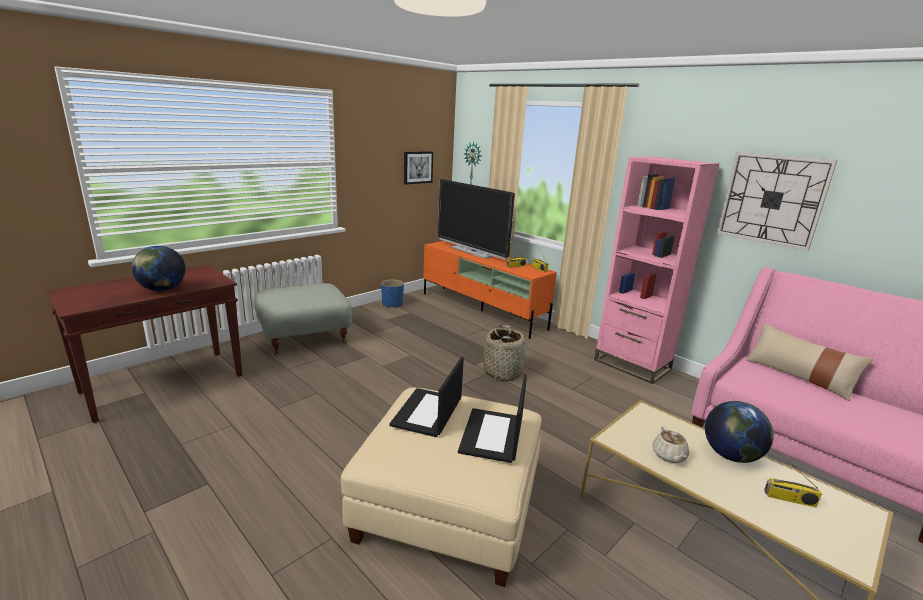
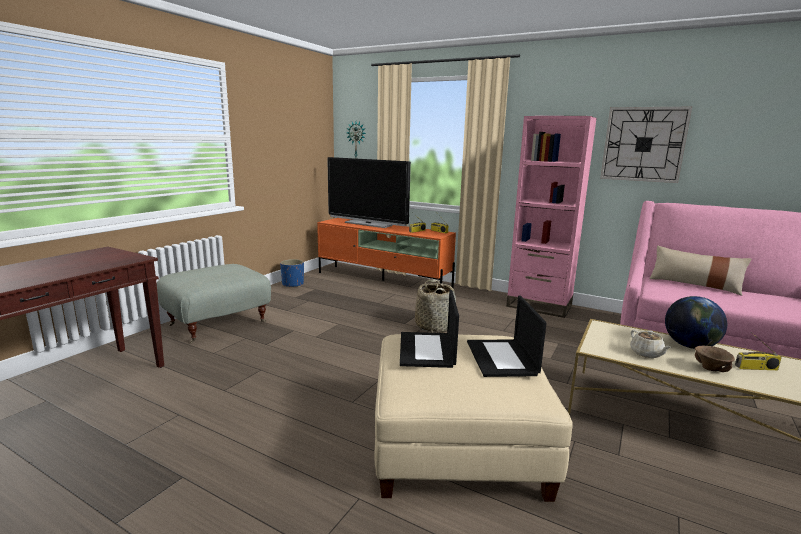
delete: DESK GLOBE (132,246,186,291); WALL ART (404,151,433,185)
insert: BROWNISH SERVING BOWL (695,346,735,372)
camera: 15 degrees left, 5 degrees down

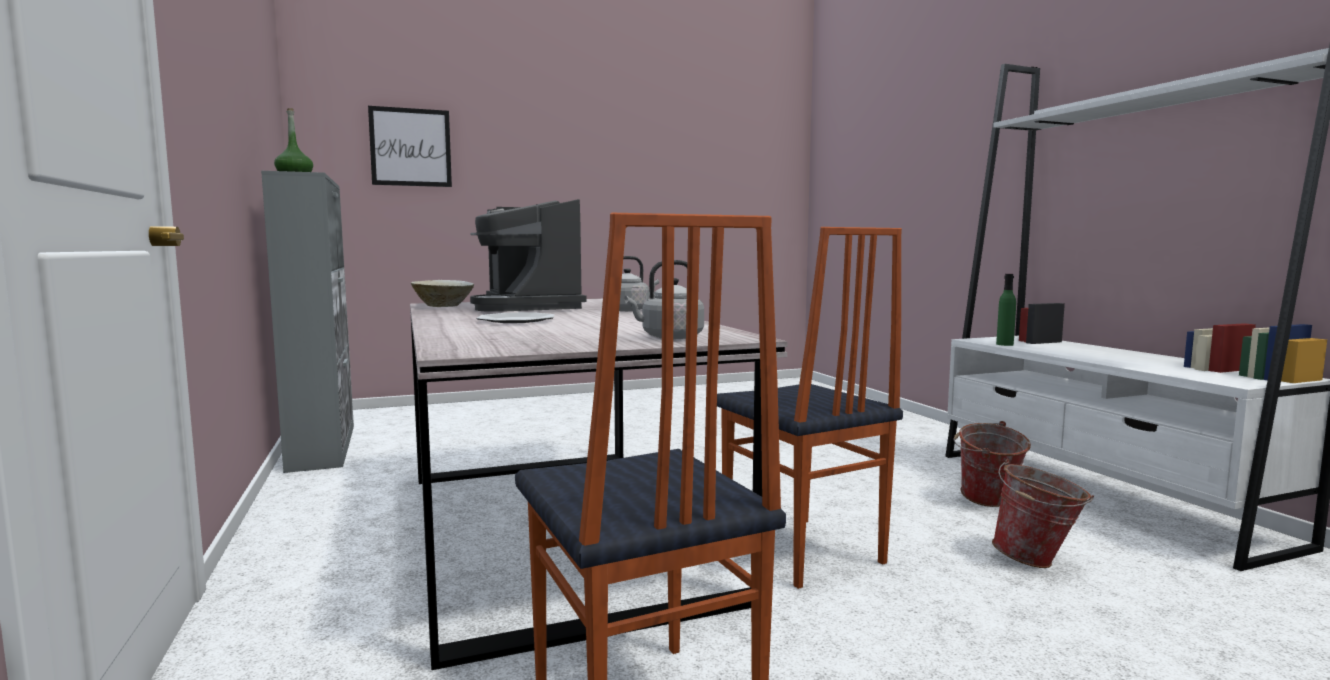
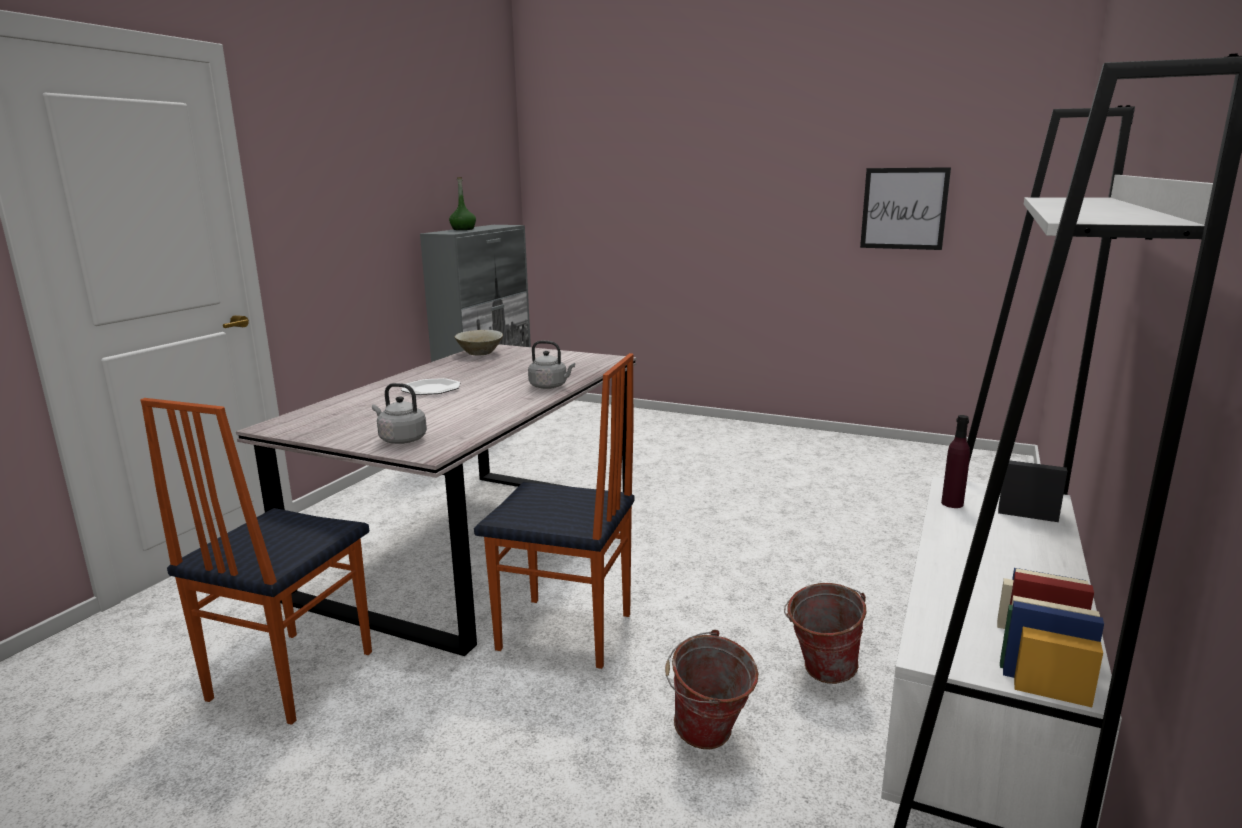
delete: COFFEE BREWER (470,199,587,312)
move: WALL ART (368,106,452,187) to (860,167,951,250)
recolor: GREEN BOTTLE (996,274,1016,346) to PURPLISH BOTTLE (941,415,970,508)
rotate: PLAIN CHAIR (717,227,903,589) = (474,353,634,669) 90 degrees counterclockwise
camera: 45 degrees right, 10 degrees up

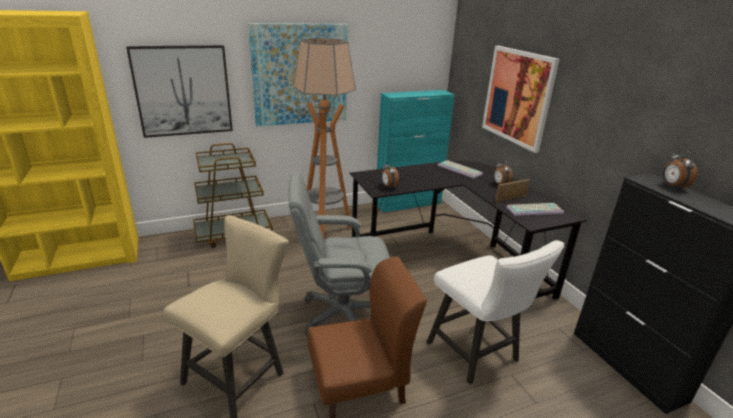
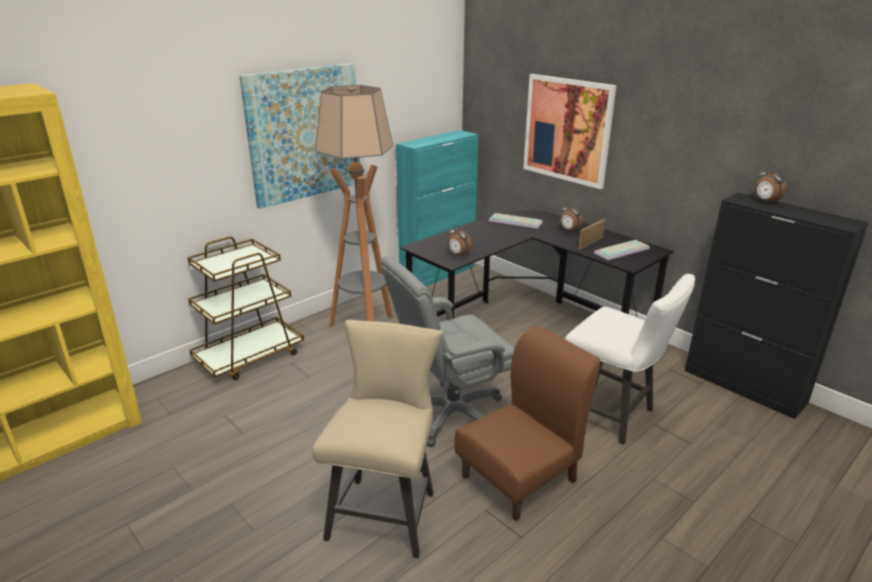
delete: WALL ART (126,45,233,138)
camera: 20 degrees left, 0 degrees up

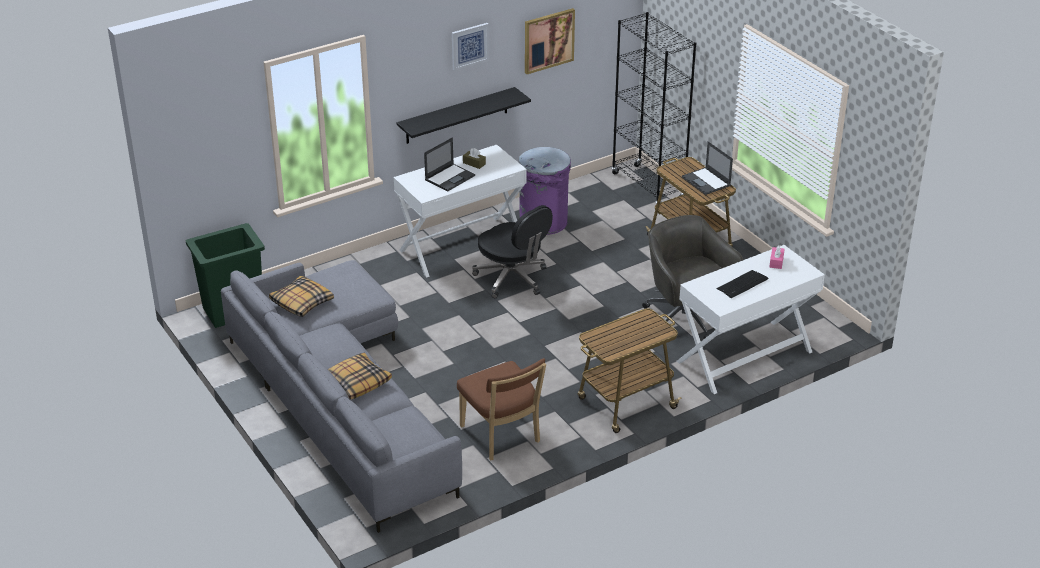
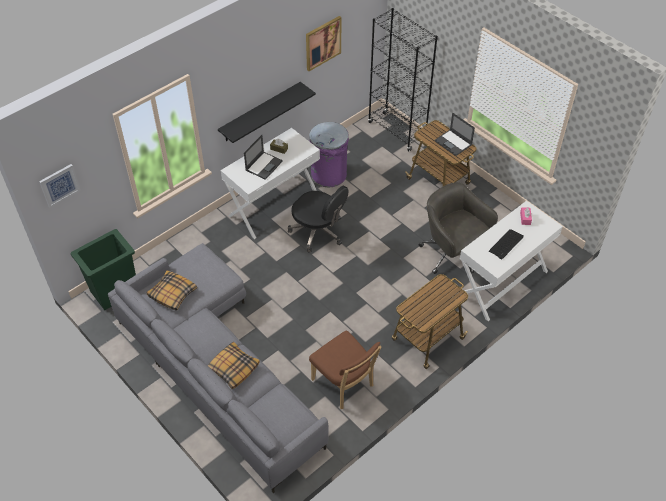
move: WALL ART (452,23,489,70) to (39,164,81,207)
camera: 10 degrees left, 15 degrees up

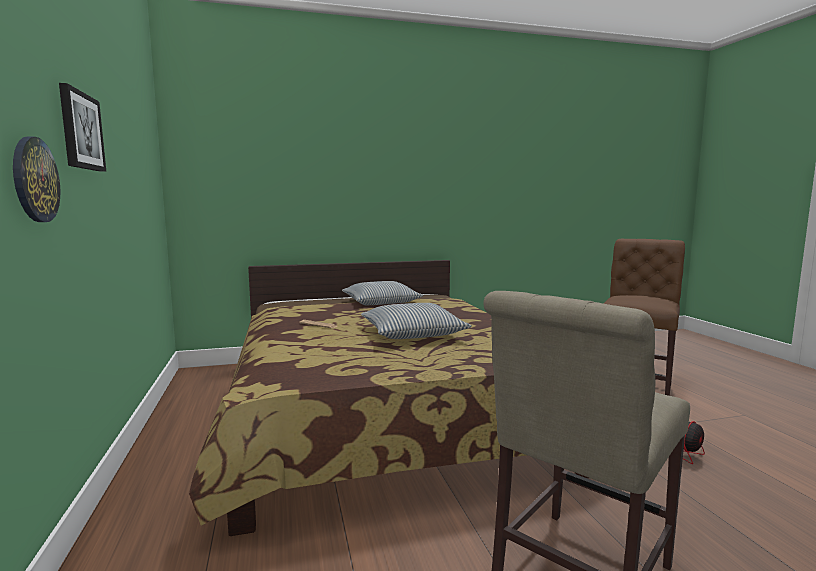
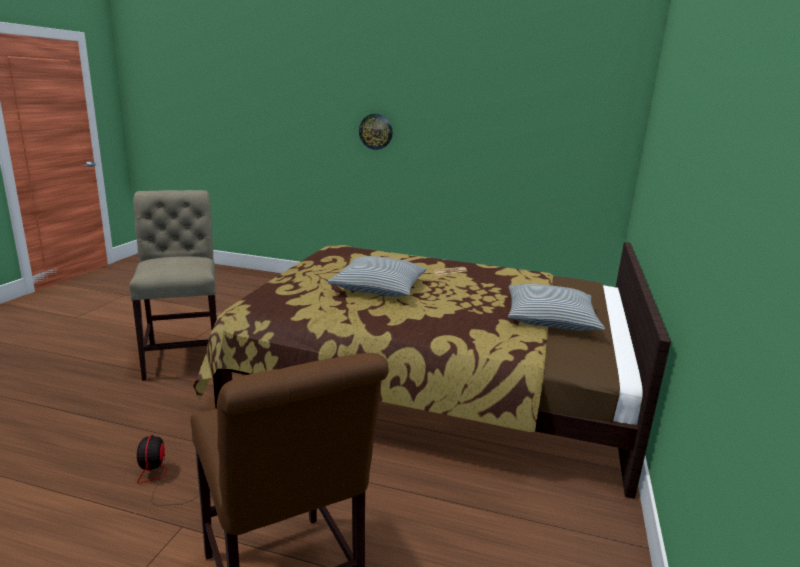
delete: WALL ART (59,83,106,172)
camera: 120 degrees right, 10 degrees up

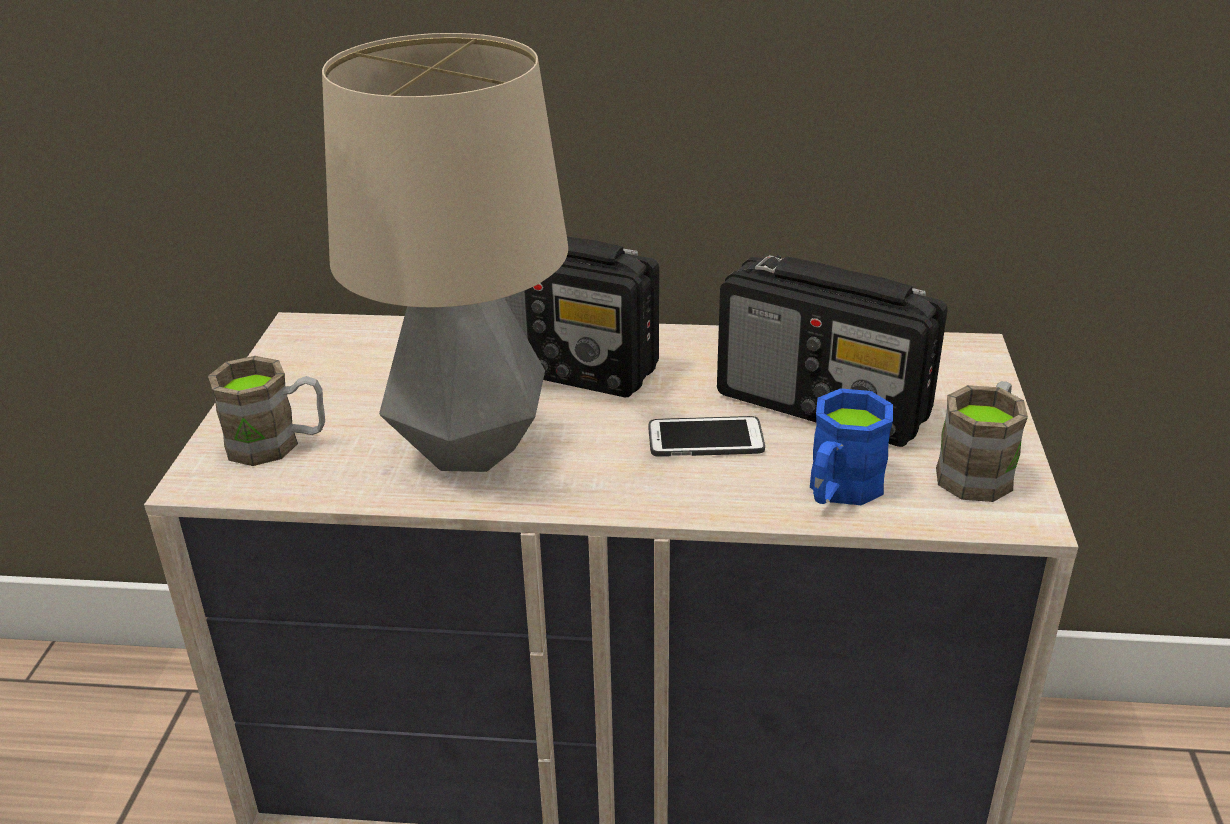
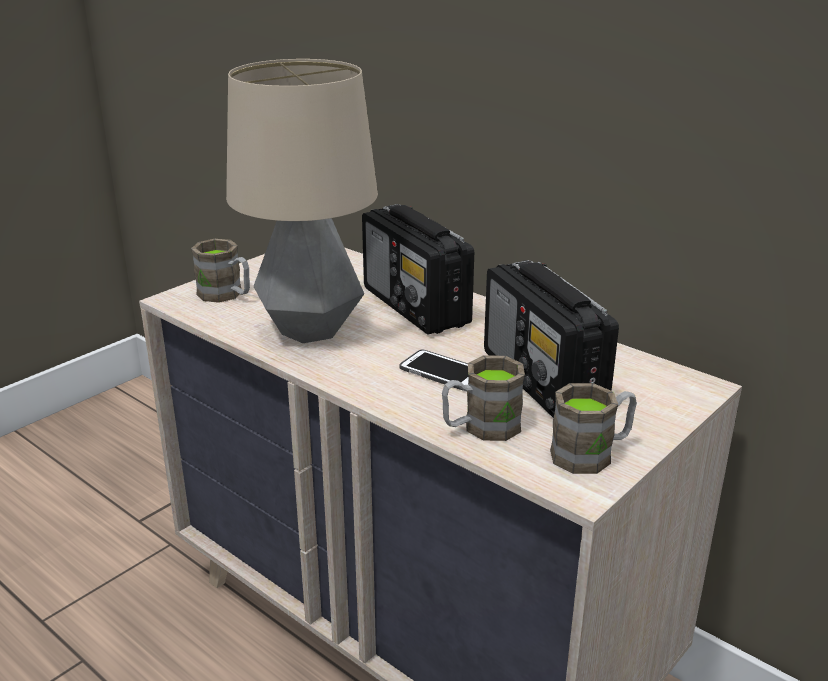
recolor: BLUE-COLOURED COFFEE MUG (810,388,893,505) to BROWNISH COFFEE MUG (442,355,525,441)
camera: 35 degrees right, 5 degrees down

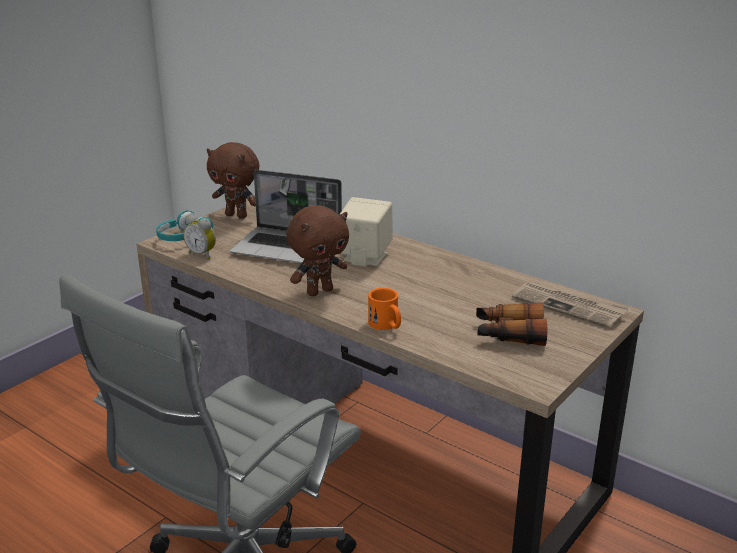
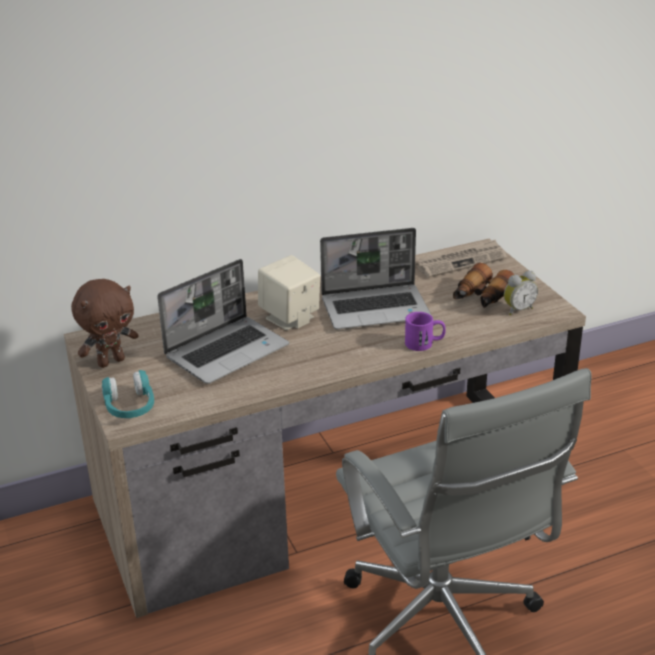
delete: BROWNISH CUDDLY TOY (287,205,349,296)
insert: LAPTOP (320,228,432,329)
move: TABLE CLOCK (183,215,216,259) to (504,271,538,315)
recolor: ORANGEY COFFEE MUG (368,288,401,330) to PURPLISH COFFEE MUG (405,312,446,351)
camera: 60 degrees left, 5 degrees up

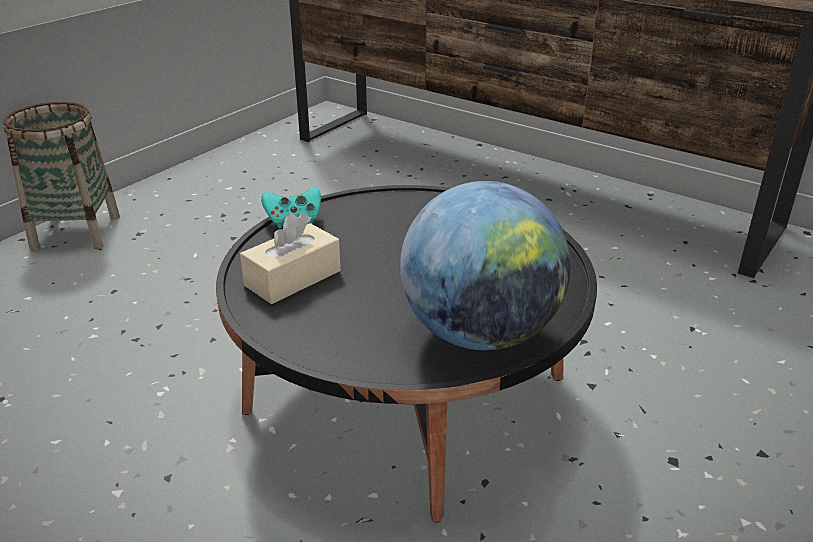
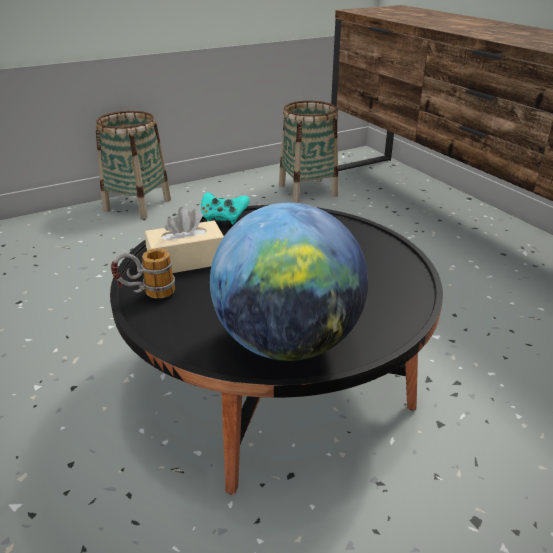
insert: COFFEE MUG (111,249,175,298); BASKET (279,101,338,203)
camera: 25 degrees right, 0 degrees up

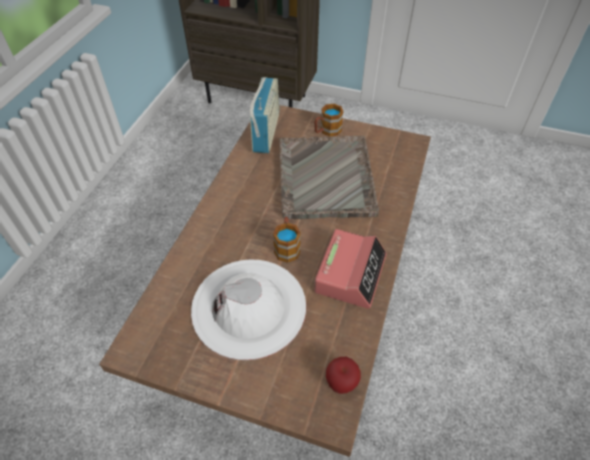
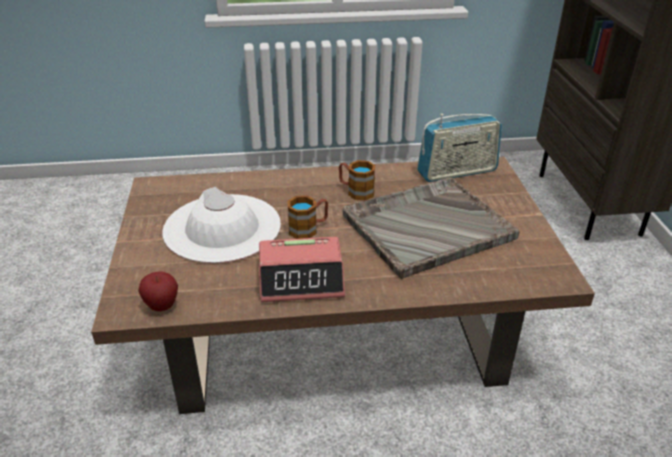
move: COFFEE MUG (314,104,344,137) to (339,160,376,201)
camera: 65 degrees right, 15 degrees down

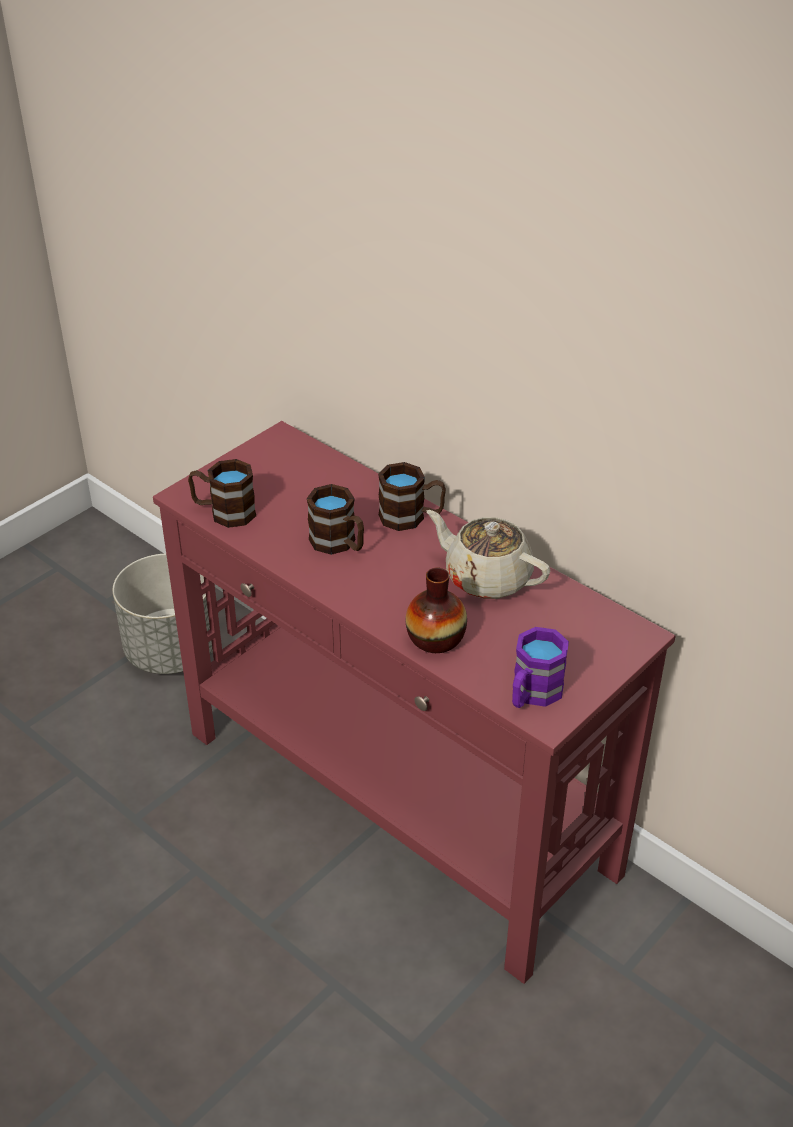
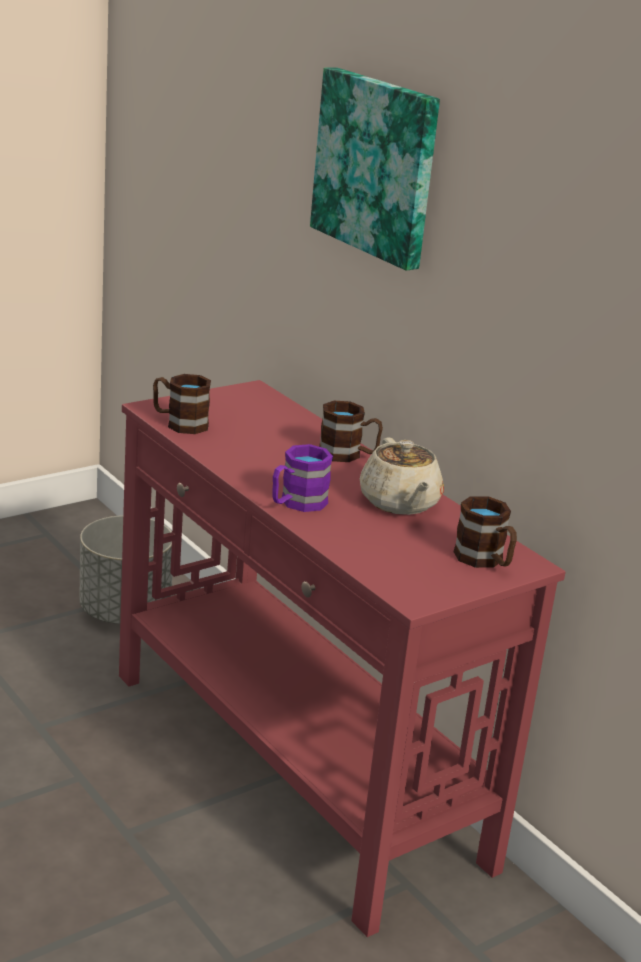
delete: DECORATIVE VASE (406,568,467,653)
insert: WALL ART (310,67,440,271)
move: BROWNISH COFFEE MUG (307,484,364,555) to (454,496,517,568); PURPLISH COFFEE MUG (512,627,569,708) to (272,444,333,512)
rotate: SAND-COLOURED TEAPOT (426,510,550,599) = (360,437,444,515) 150 degrees counterclockwise
camera: 10 degrees right, 15 degrees down

